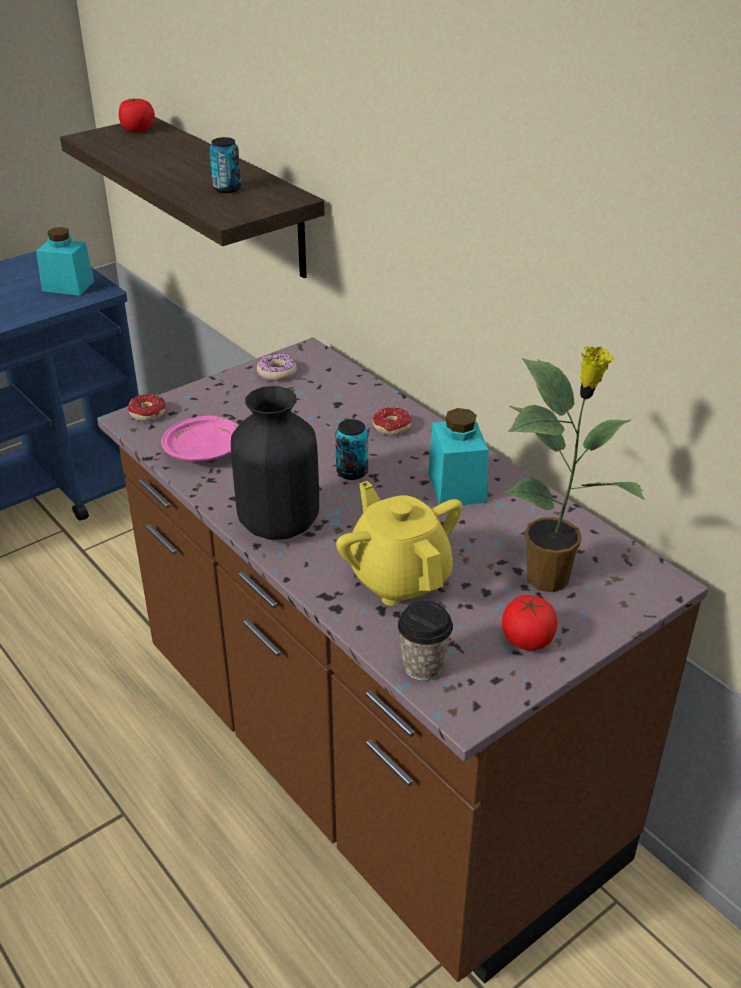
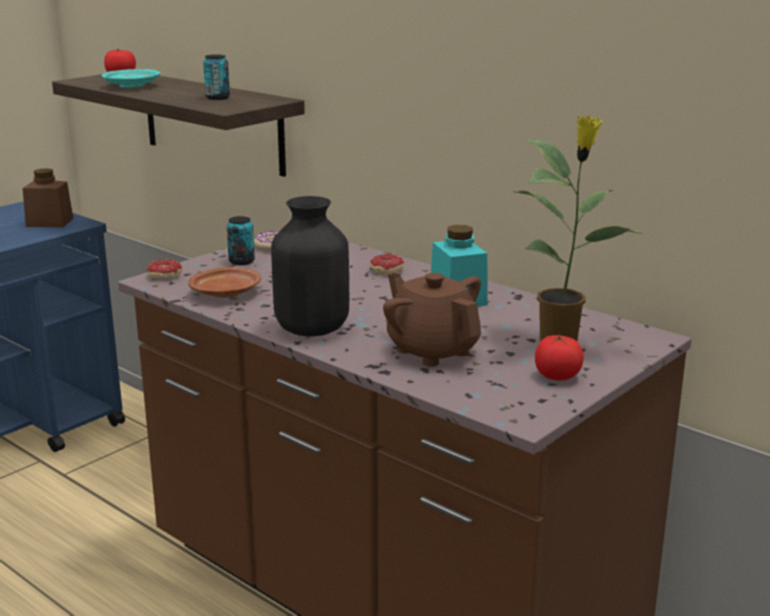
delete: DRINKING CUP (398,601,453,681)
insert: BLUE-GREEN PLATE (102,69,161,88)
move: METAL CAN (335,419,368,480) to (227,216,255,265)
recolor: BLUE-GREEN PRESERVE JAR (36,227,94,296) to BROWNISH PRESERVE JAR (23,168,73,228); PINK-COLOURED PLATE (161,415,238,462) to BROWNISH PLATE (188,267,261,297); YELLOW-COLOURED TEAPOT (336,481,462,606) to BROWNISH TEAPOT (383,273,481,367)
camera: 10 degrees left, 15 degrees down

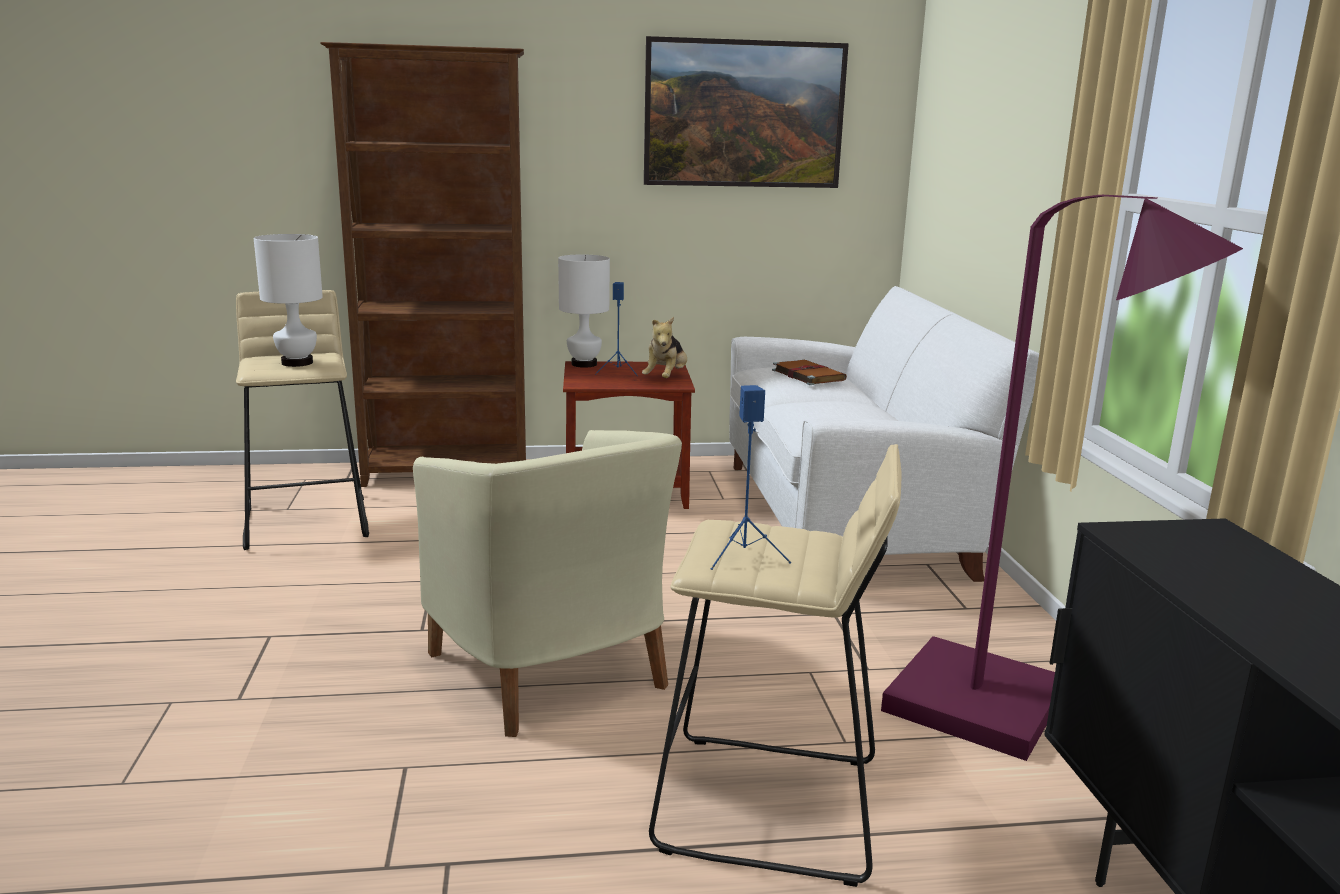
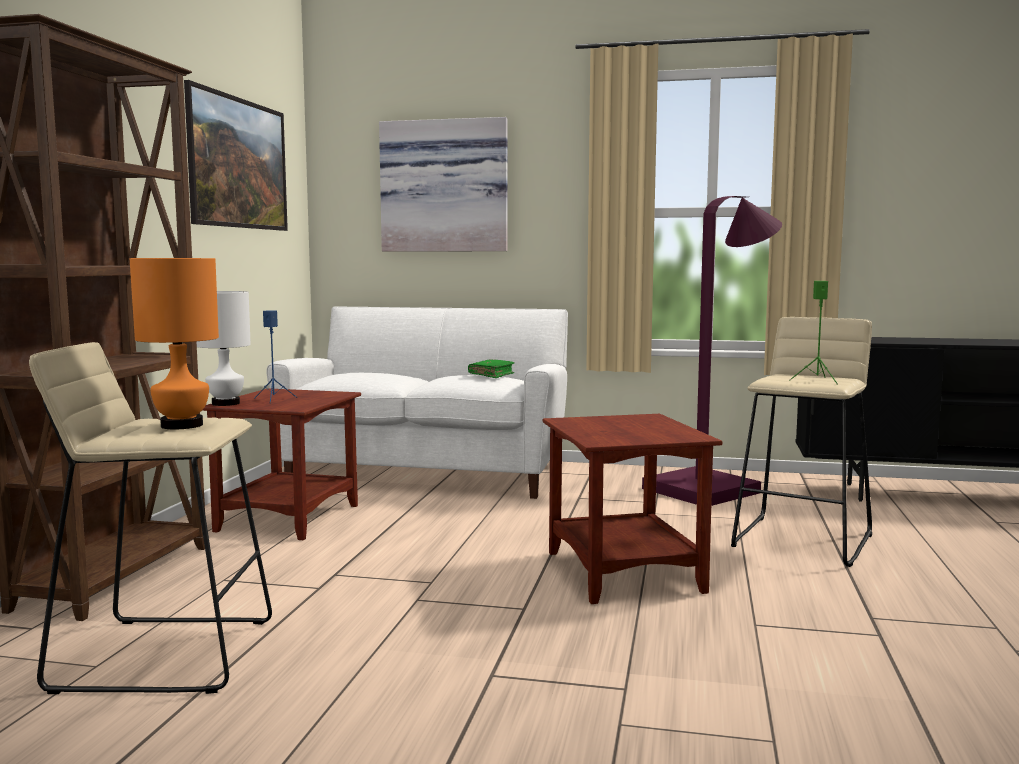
delete: CUDDLY TOY (642,317,687,378); BROWNISH BOUND BOOK (772,360,847,385)
insert: WALL ART (379,117,507,252); GREEN BOUND BOOK (468,359,515,378)
replace: SAND-COLOURED EASY CHAIR (413,430,682,737) to BROWNISH SIDE TABLE (542,414,722,604)
recolor: WHITISH TABLE LAMP (254,234,323,367) to ORANGEY TABLE LAMP (130,258,219,429); BLUE-COLOURED LOUDSPEAKER (711,385,791,570) to GREEN LOUDSPEAKER (789,281,837,383)
camera: 70 degrees left, 10 degrees down

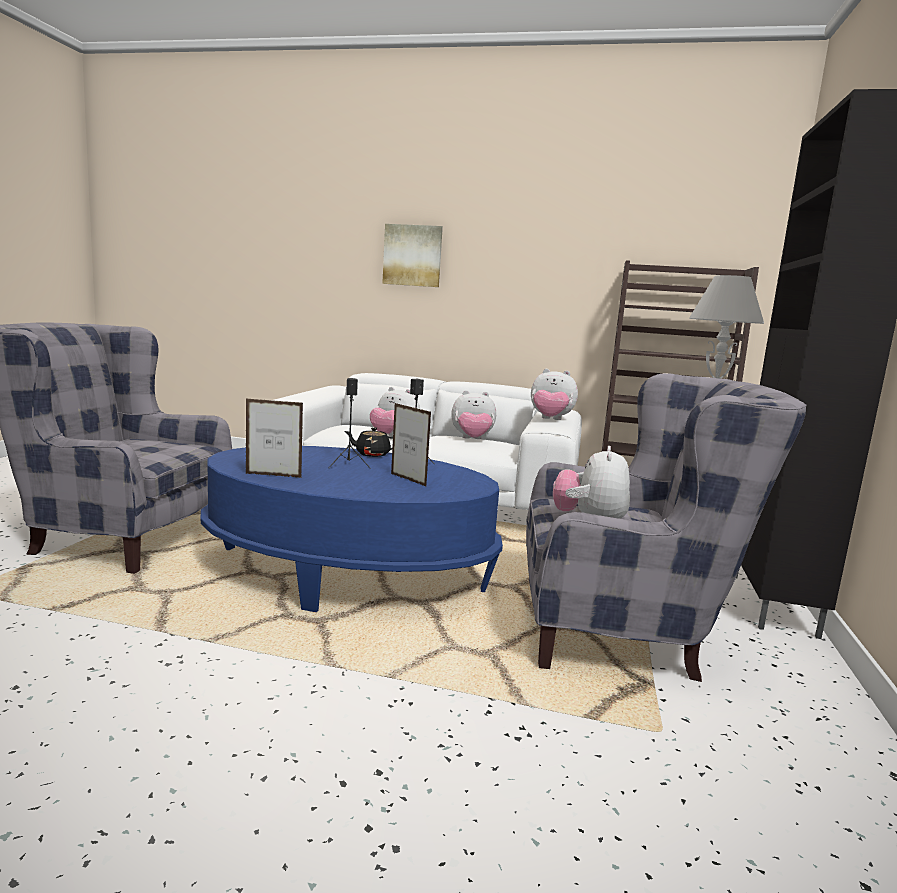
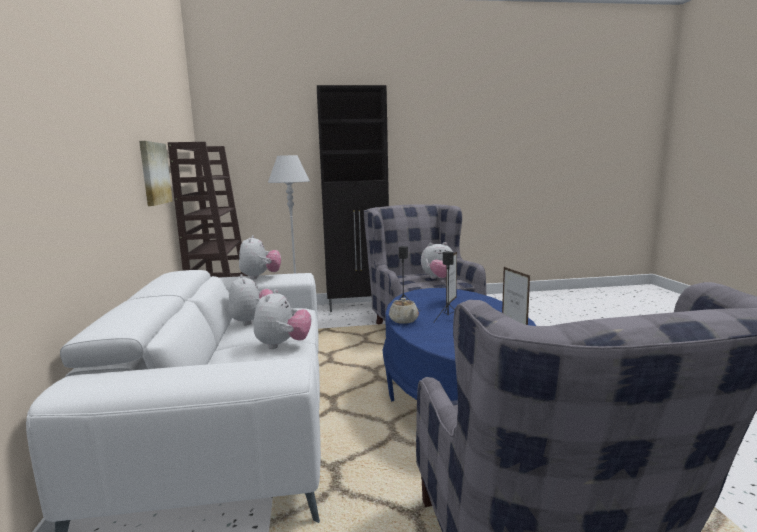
move: WALL ART (382,224,443,287) to (139,141,173,206)
recolor: BLACKISH TEAPOT (344,427,393,457) to SAND-COLOURED TEAPOT (389,298,419,324)
camera: 110 degrees left, 0 degrees up

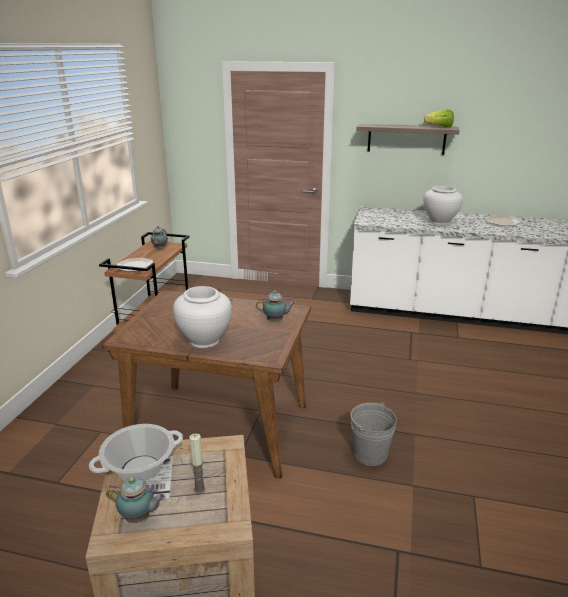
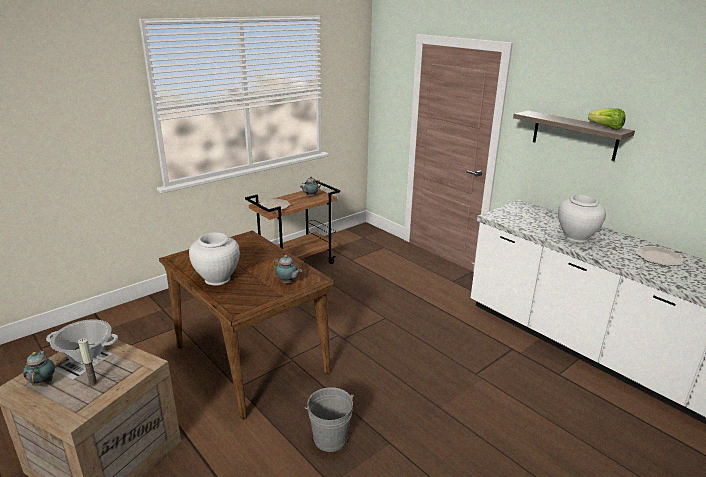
rotate: TEAPOT (106,477,166,523) = (23,350,55,386) 150 degrees counterclockwise
camera: 35 degrees right, 0 degrees up

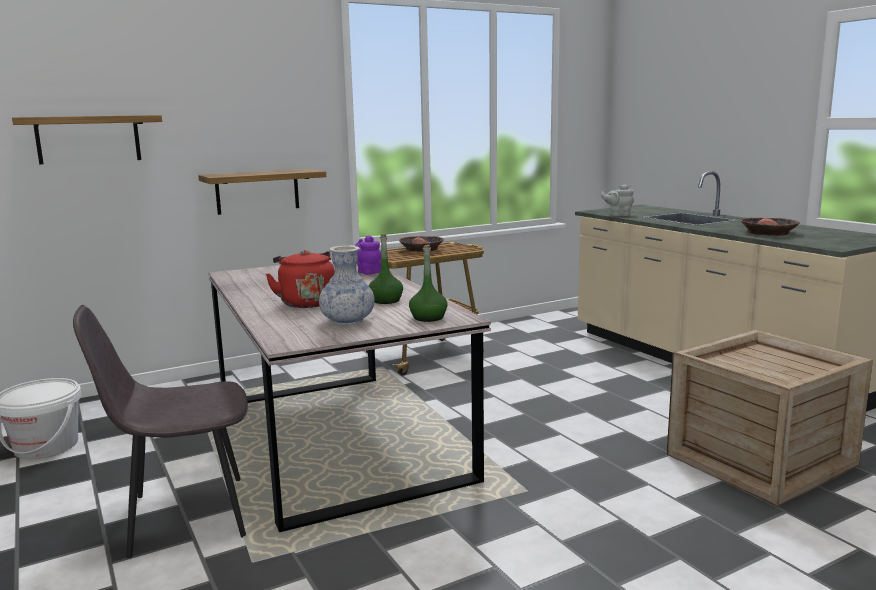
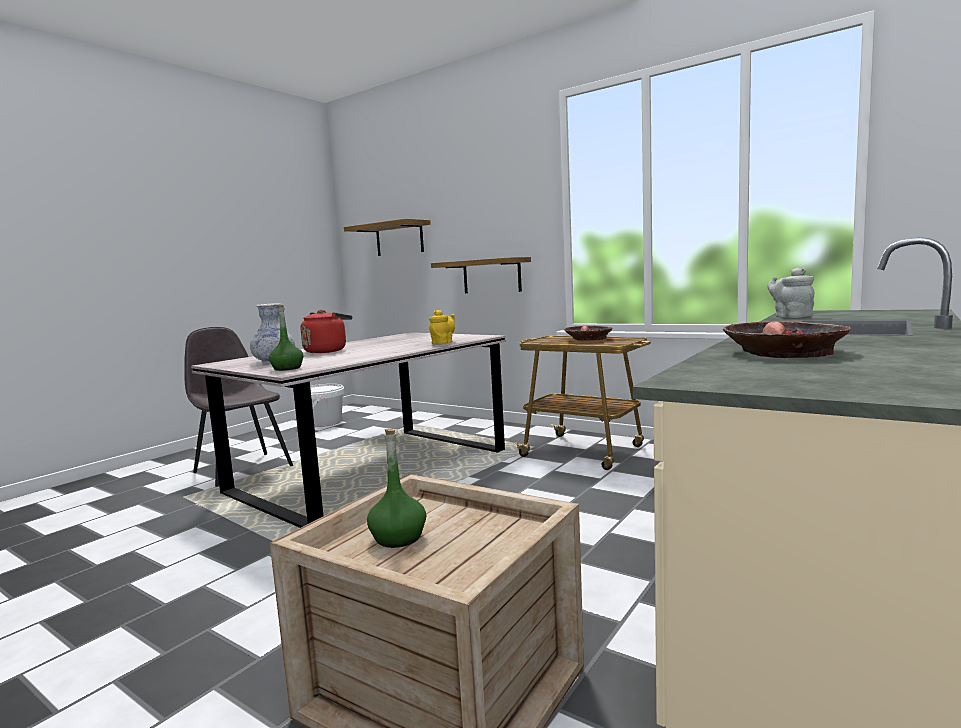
move: GREEN BOTTLE (369,235,403,304) to (367,428,426,548)
recolor: PURPLISH TEAPOT (355,236,381,275) to YELLOW-COLOURED TEAPOT (429,310,455,344)
camera: 65 degrees right, 5 degrees down

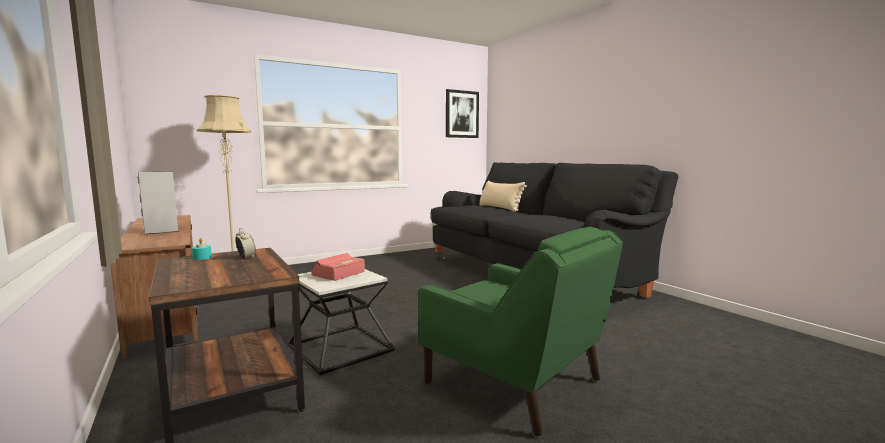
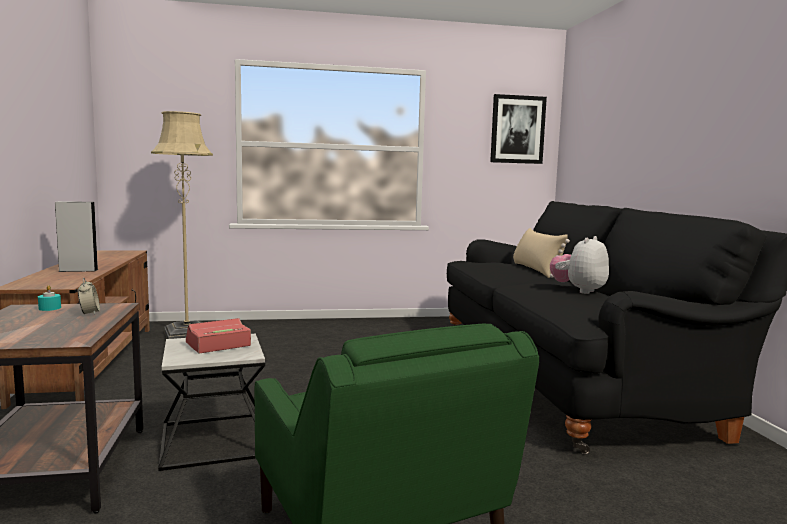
insert: CUDDLY TOY (550,236,609,294)
camera: 20 degrees right, 0 degrees up

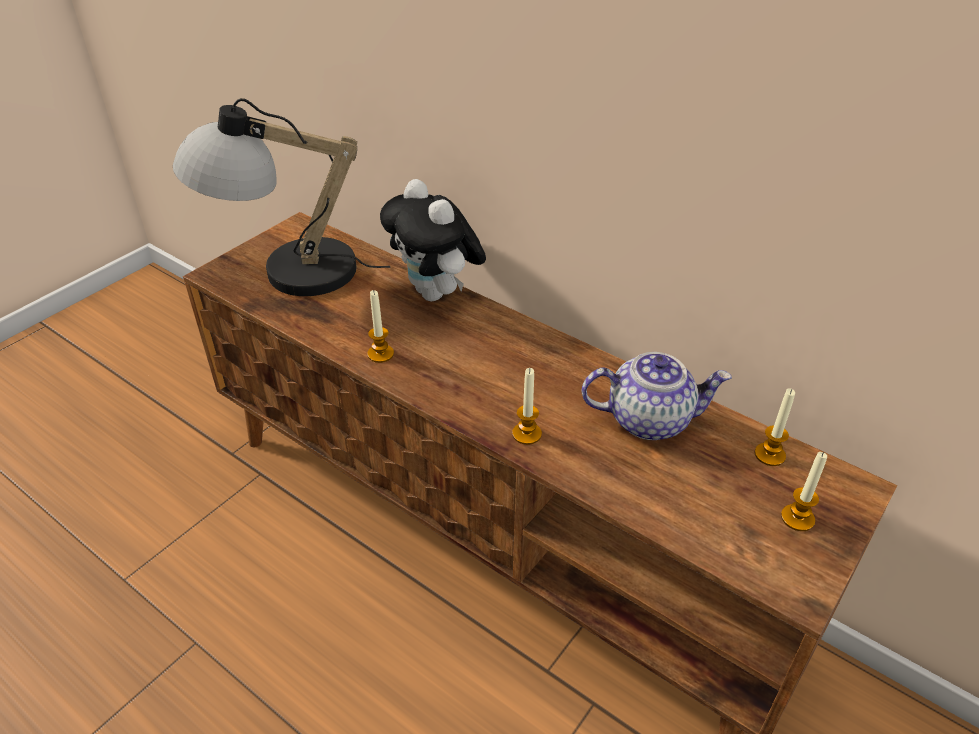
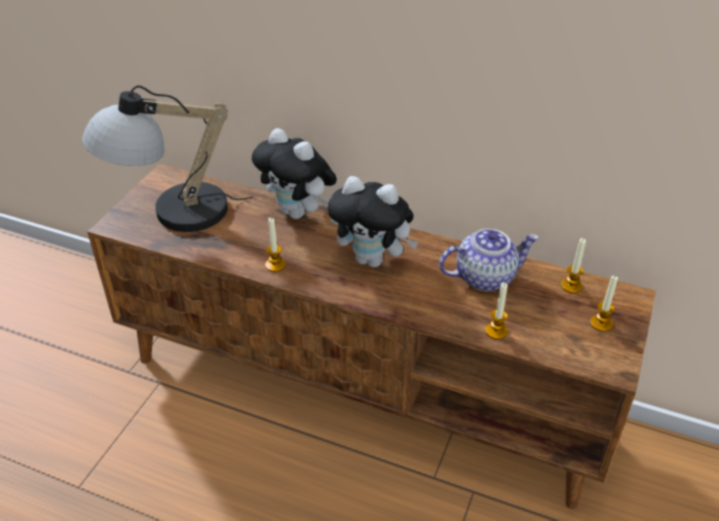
insert: CUDDLY TOY (328,176,419,267)
move: WAX LIGHT (512,368,542,445) to (485,282,508,339)
camera: 15 degrees left, 0 degrees up

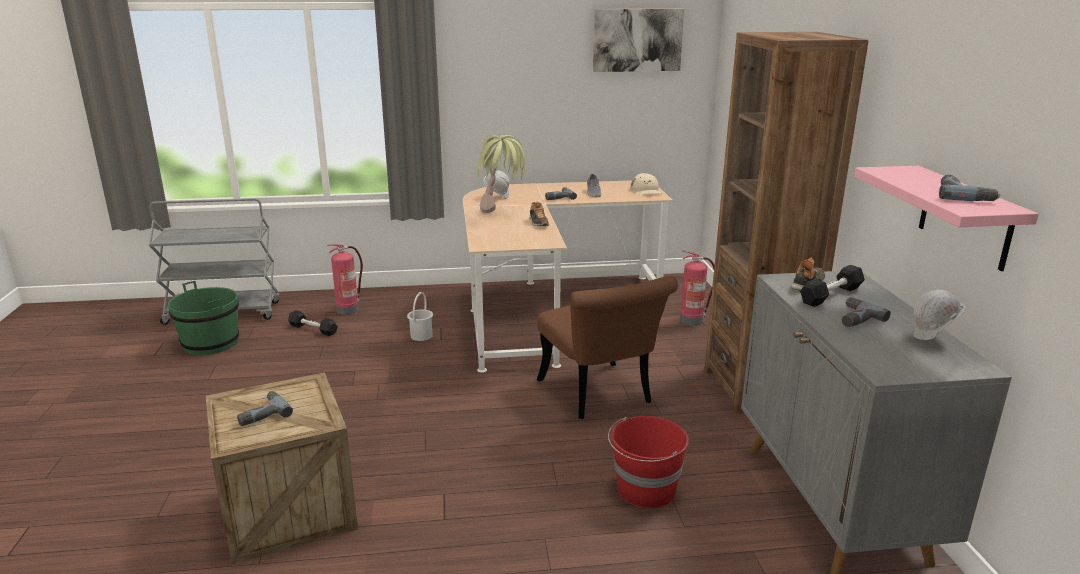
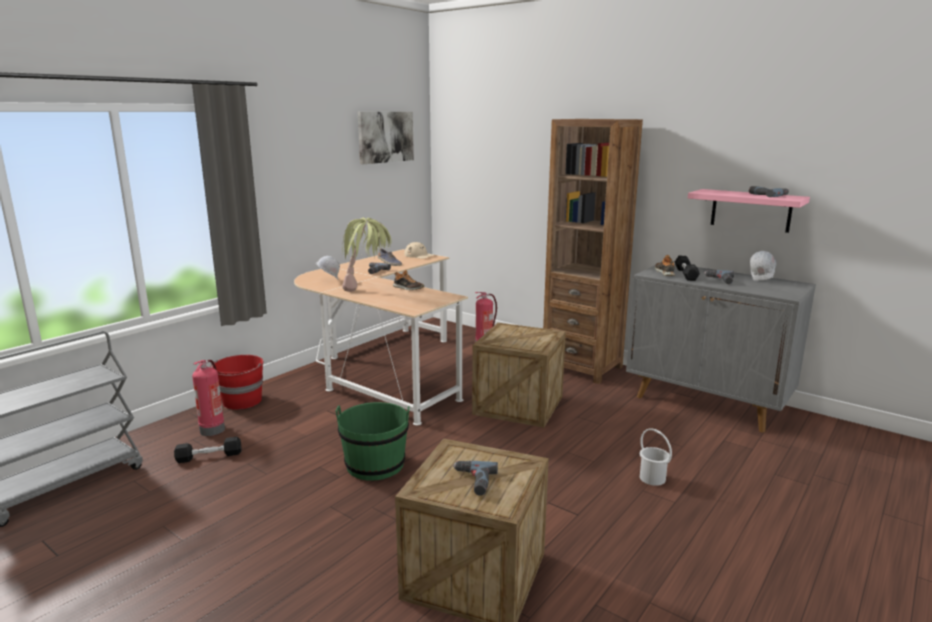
move: GREEN WATER BUCKET (168,281,239,355) to (335,402,409,481); WHITISH WATER BUCKET (407,292,433,341) to (640,428,672,486); RED-COLOURED WATER BUCKET (608,416,689,508) to (210,355,264,410)
replace: BROWNISH PLAIN CHAIR (536,276,678,419) to PACKING CRATE (472,323,566,428)
camera: 45 degrees left, 5 degrees down

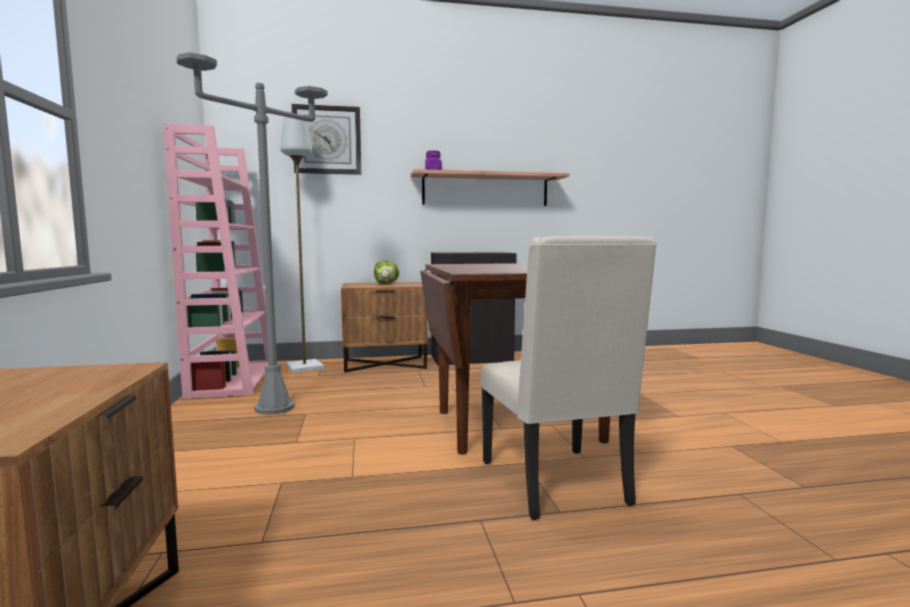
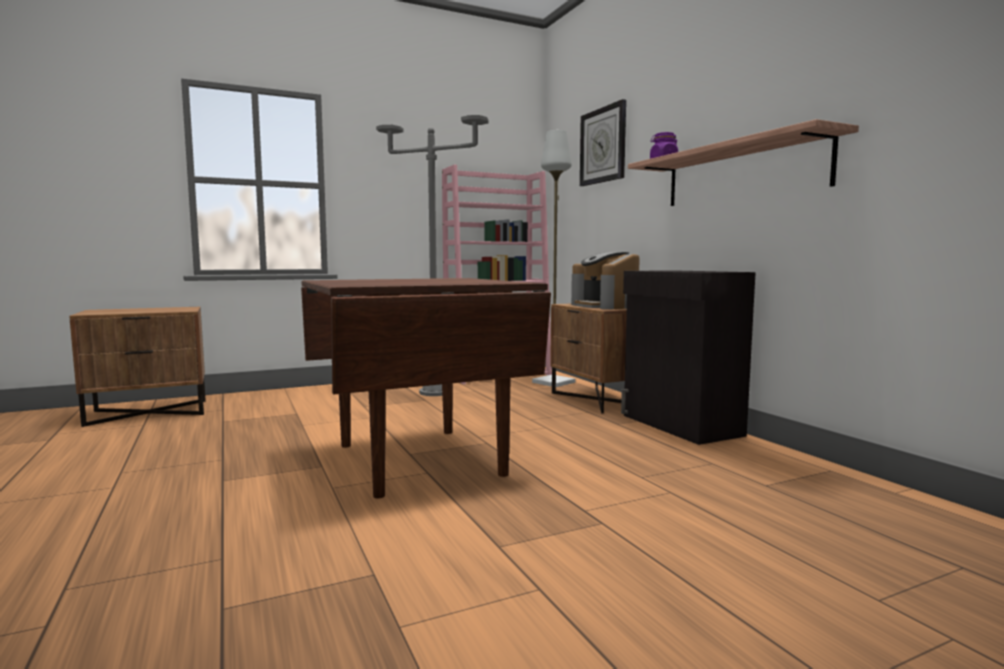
delete: SAND-COLOURED PLAIN CHAIR (480,236,657,520)
replace: LETTUCE (374,260,399,284) to COFFEE BREWER (571,252,639,309)
camera: 75 degrees right, 0 degrees up

